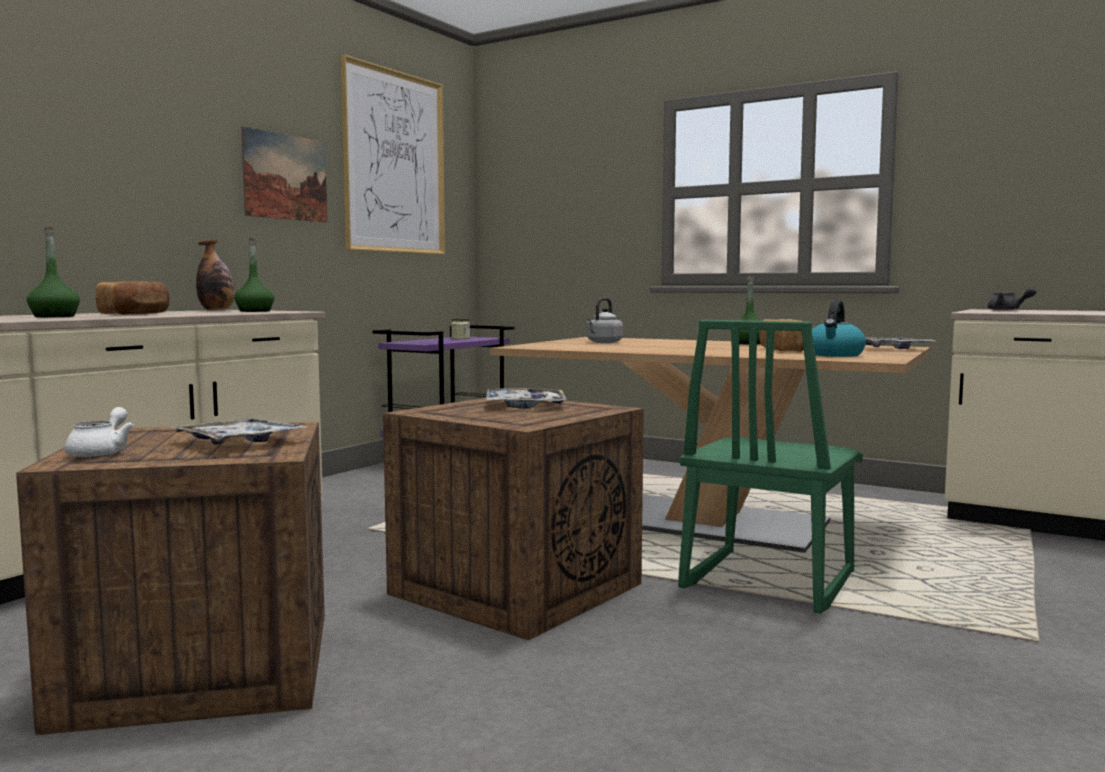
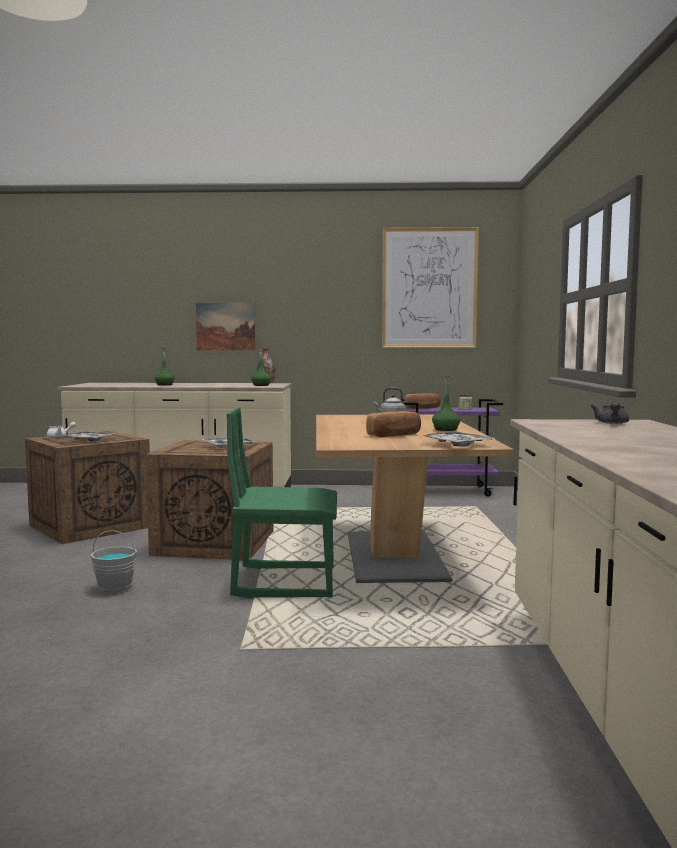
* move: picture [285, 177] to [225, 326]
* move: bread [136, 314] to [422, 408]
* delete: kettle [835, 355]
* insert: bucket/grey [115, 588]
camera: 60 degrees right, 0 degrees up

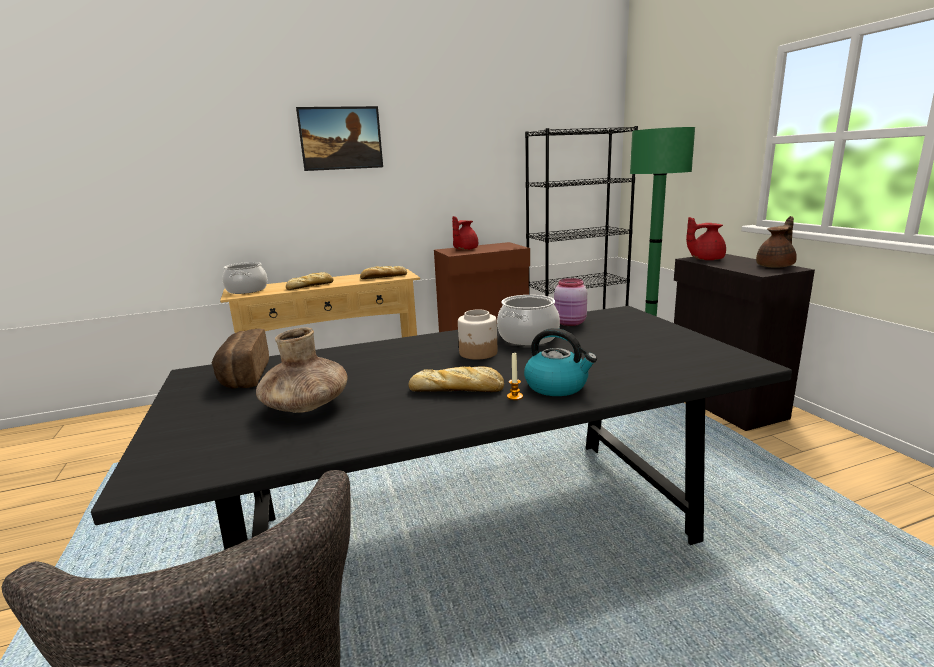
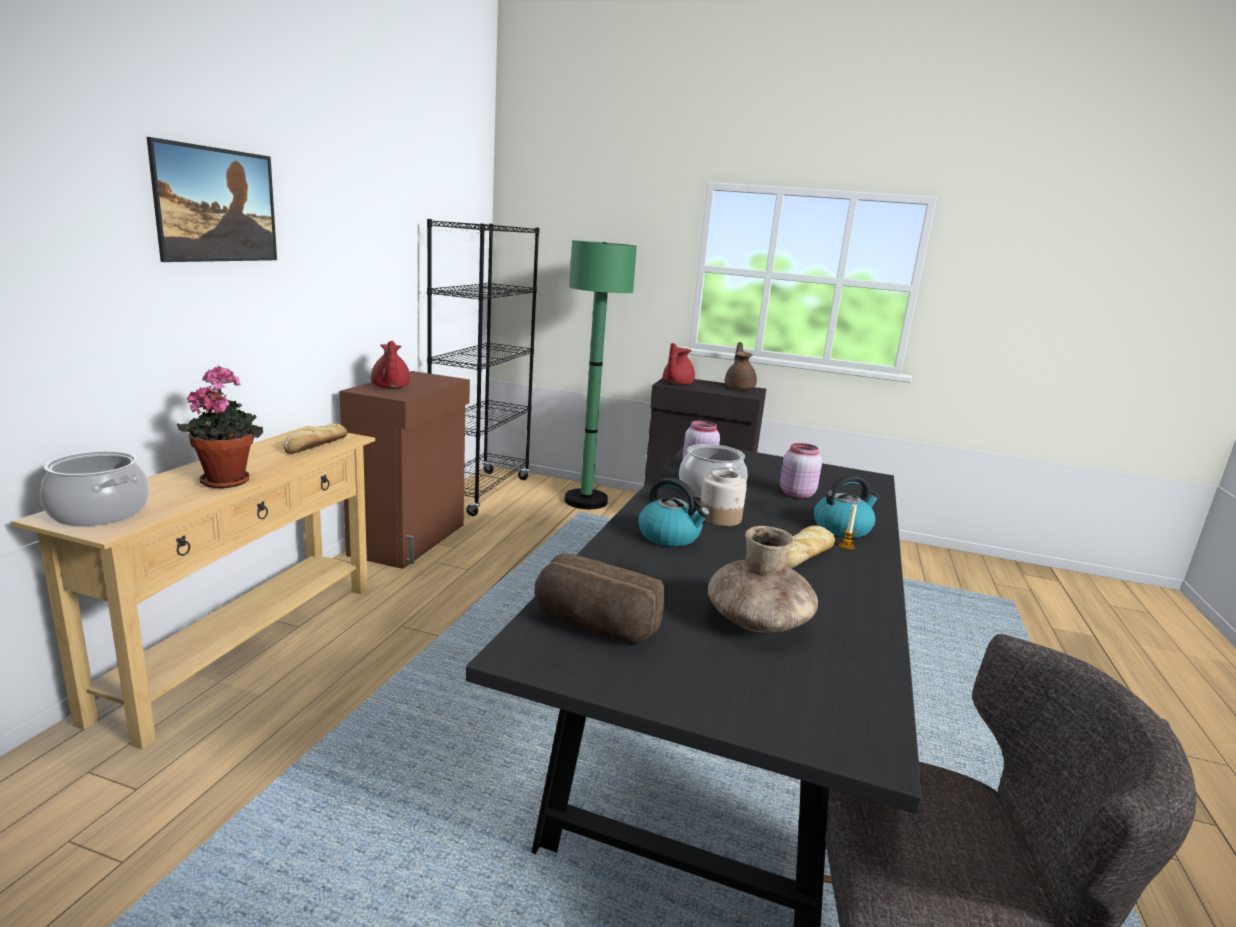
* replace: bread [311, 285] to potted plant [227, 480]
* insert: jar/pink [795, 494]
* insert: kettle [670, 536]
camera: 55 degrees left, 0 degrees up

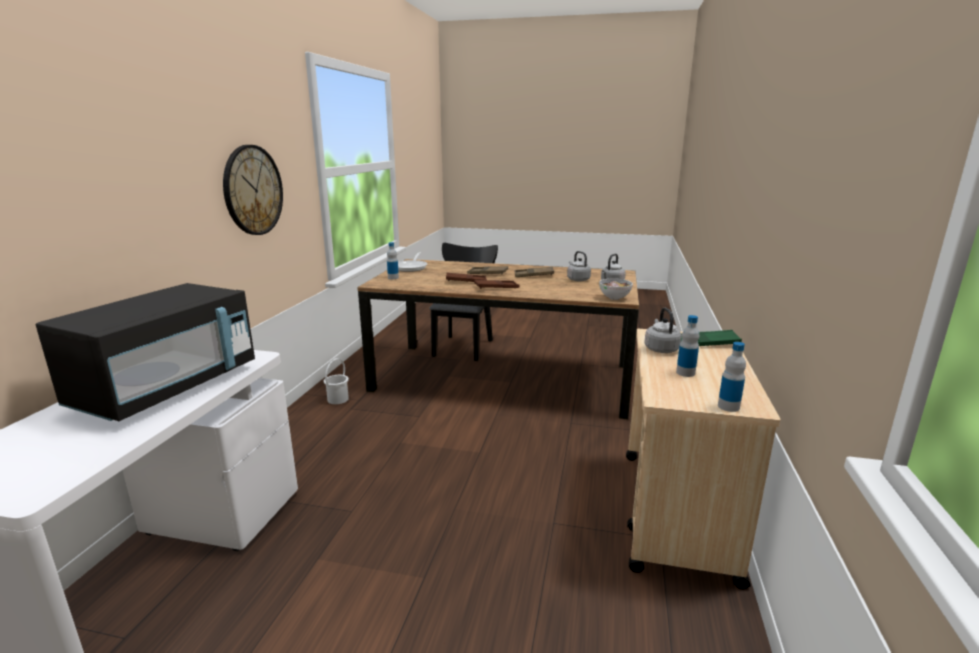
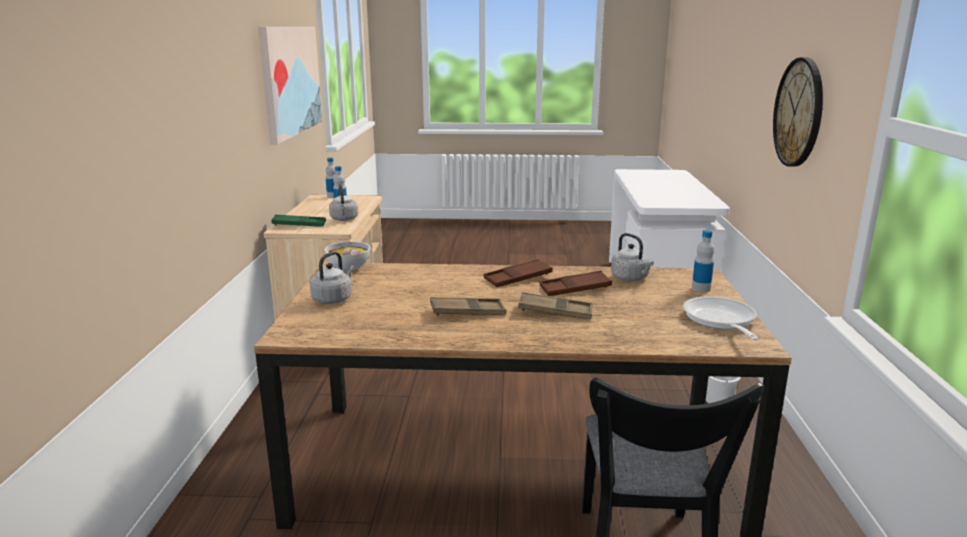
* move: kettle/grey [577, 279] to [631, 278]
* delete: microwave/black [168, 387]
* insert: picture [289, 80]
camera: 170 degrees right, 0 degrees up

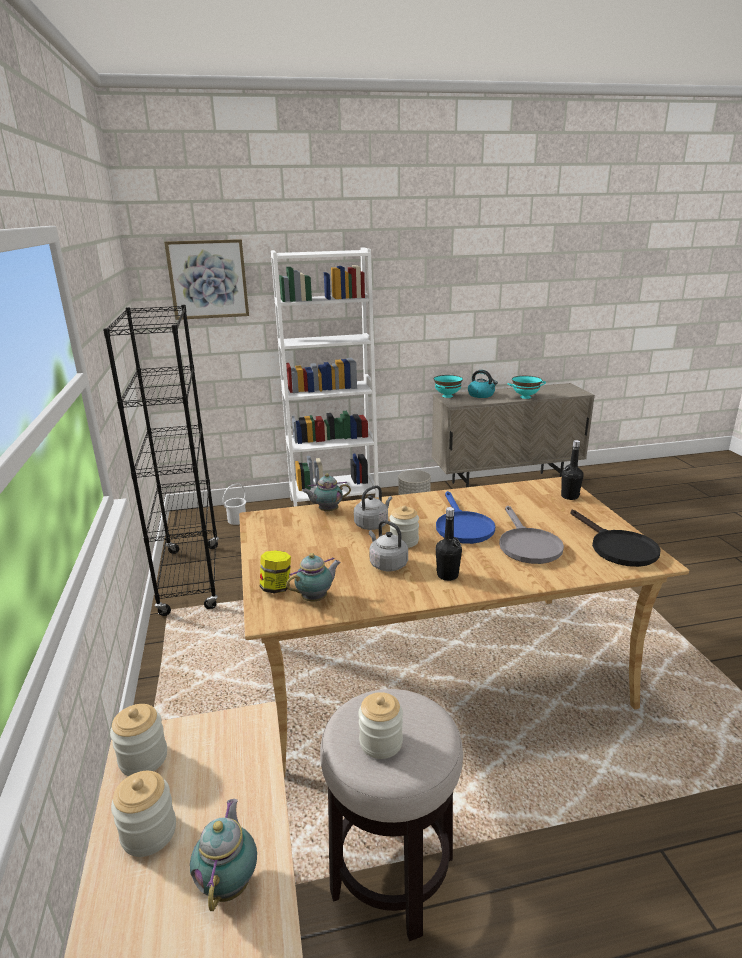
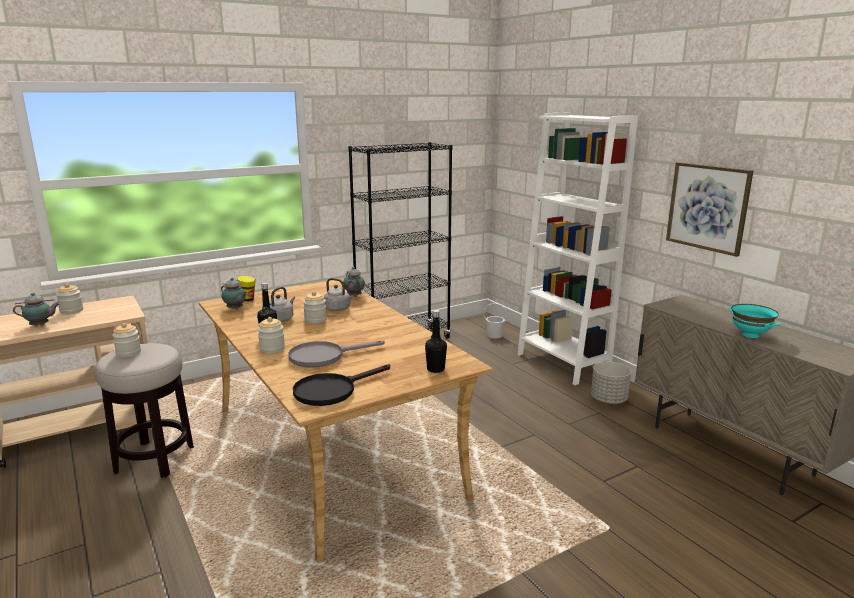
* move: picture [208, 279] to [708, 207]
* delete: kettle [481, 395]
* delete: bowl/turquoise [447, 396]
* delete: frying pan/blue [462, 527]
* move: jar [143, 758] to [272, 348]
camera: 70 degrees right, 5 degrees down

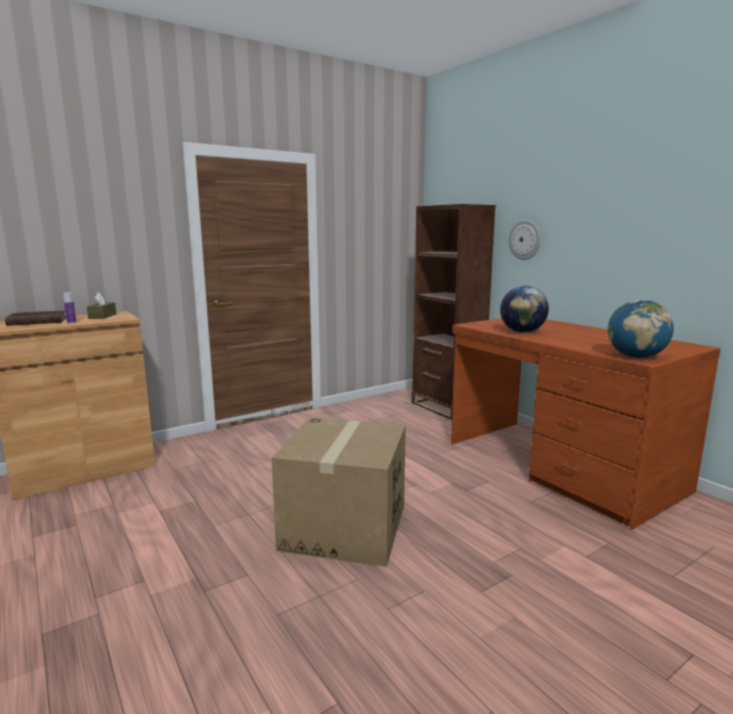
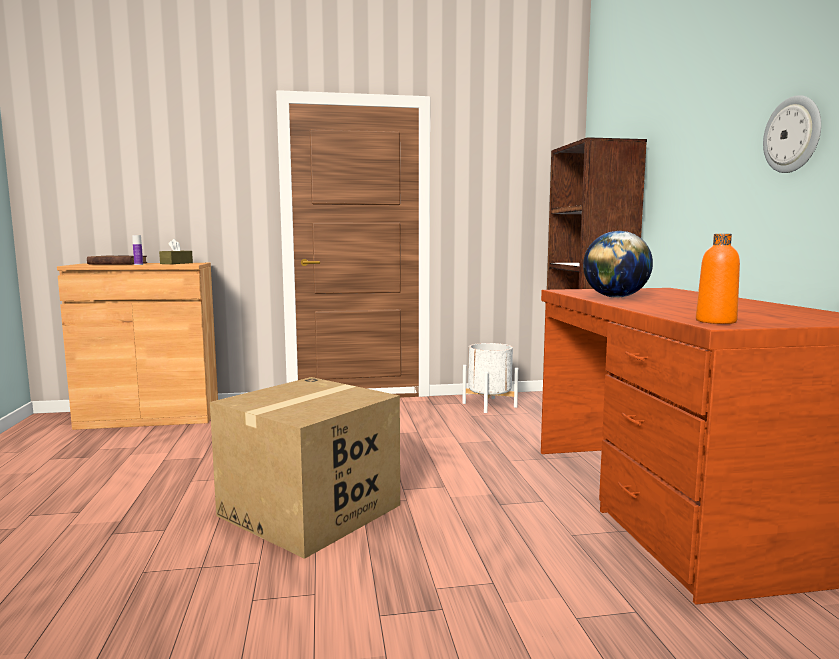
* move: wall clock [525, 239] to [793, 135]
* replace: globe [636, 357] to bottle/orange [715, 321]
* insert: planter/white [489, 405]
camera: 25 degrees right, 5 degrees down

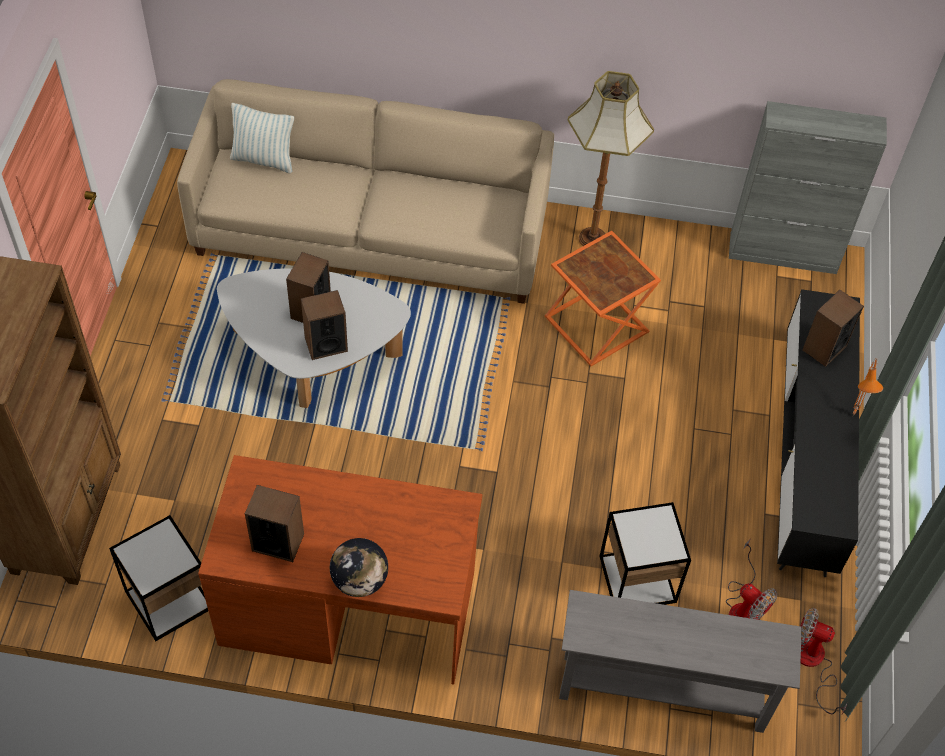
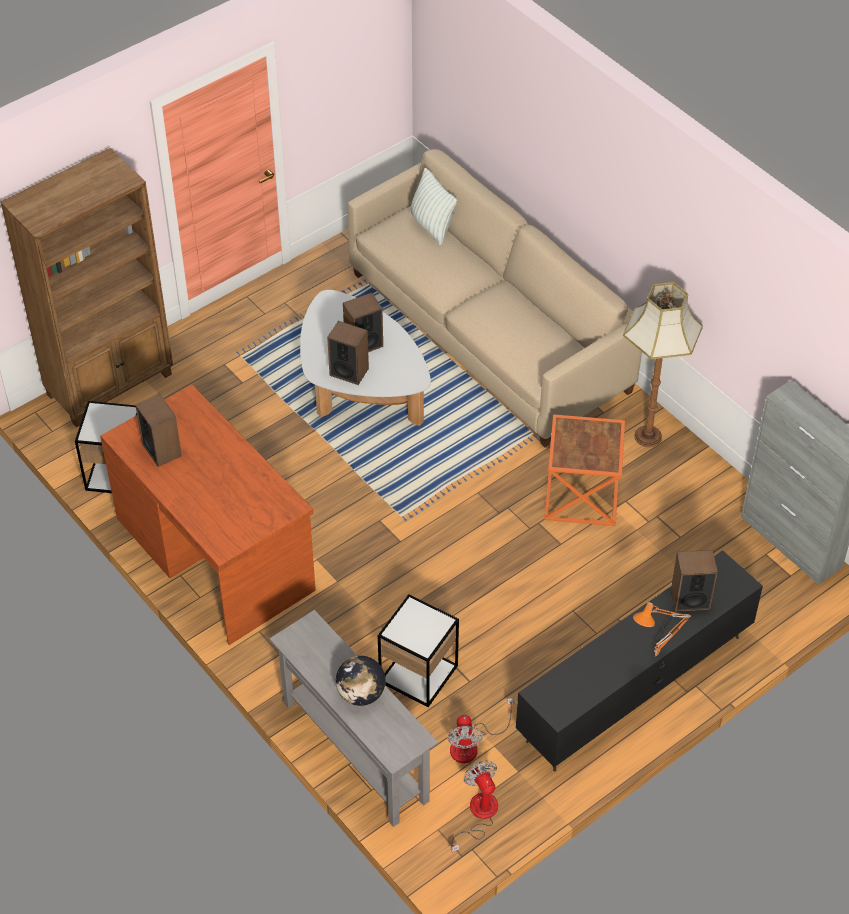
* move: globe [359, 581] to [361, 694]
camera: 45 degrees right, 5 degrees down

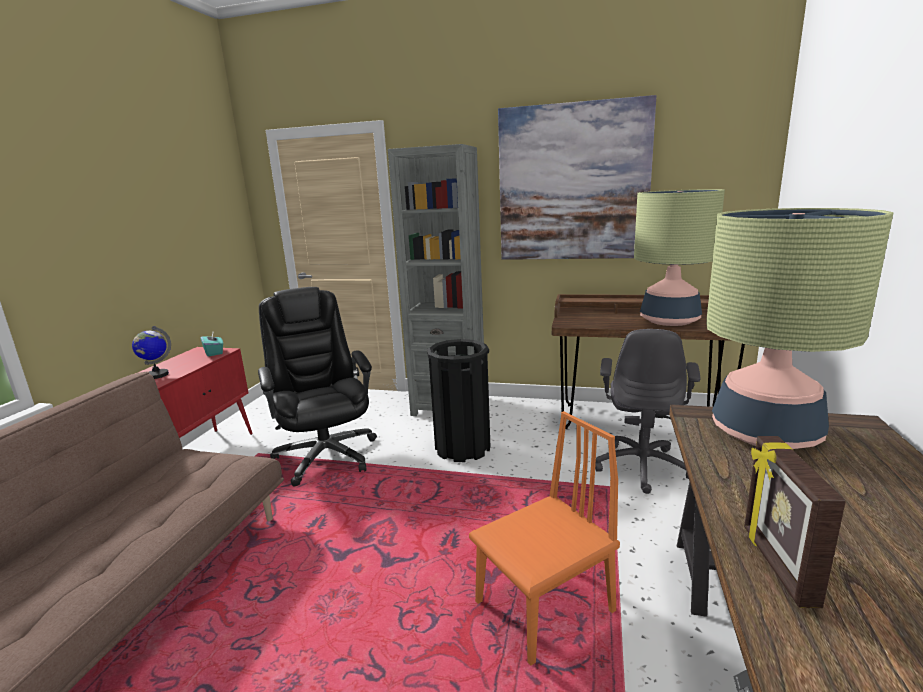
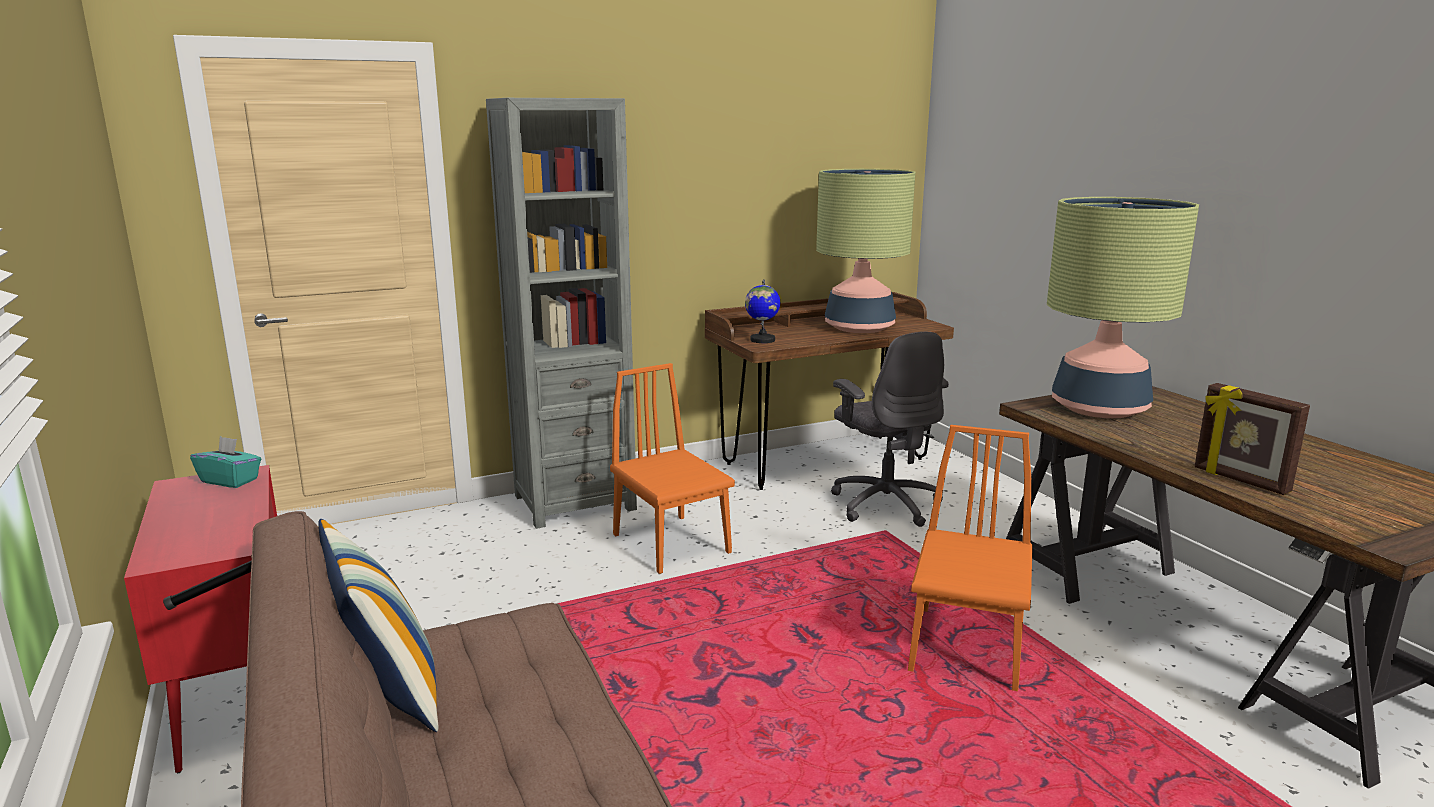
* delete: picture [573, 183]
* delete: office chair/black [326, 455]
* move: globe [156, 375] to [762, 340]
* replace: trash can/black [463, 447] to chair/orange [671, 543]
* insert: pillow [386, 692]
camera: 40 degrees left, 0 degrees up

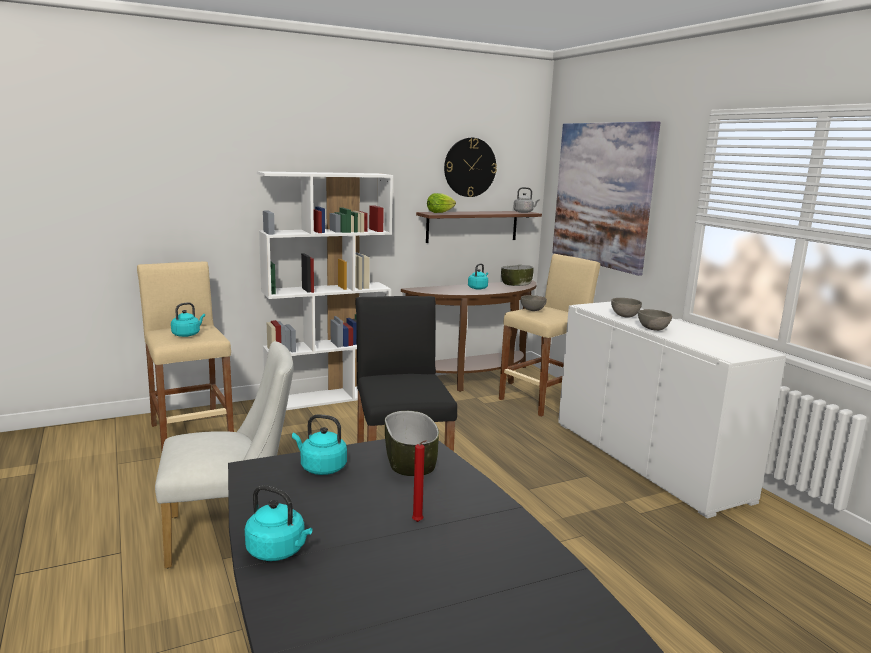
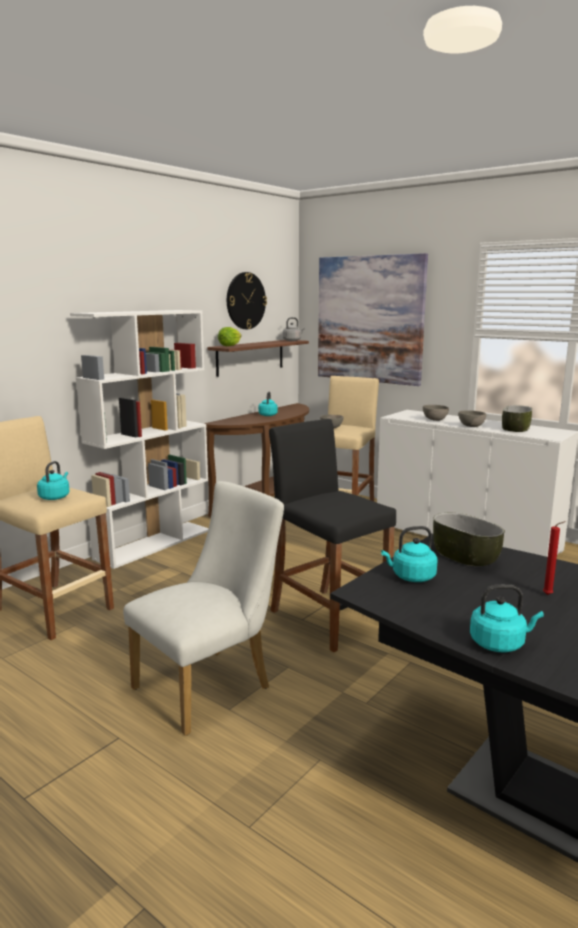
* move: bowl [516, 284] to [515, 429]
camera: 25 degrees left, 0 degrees up

